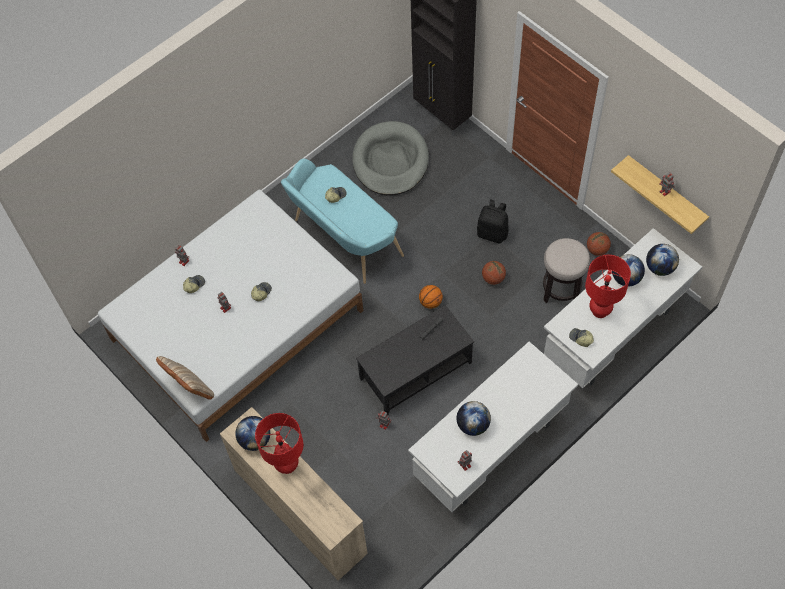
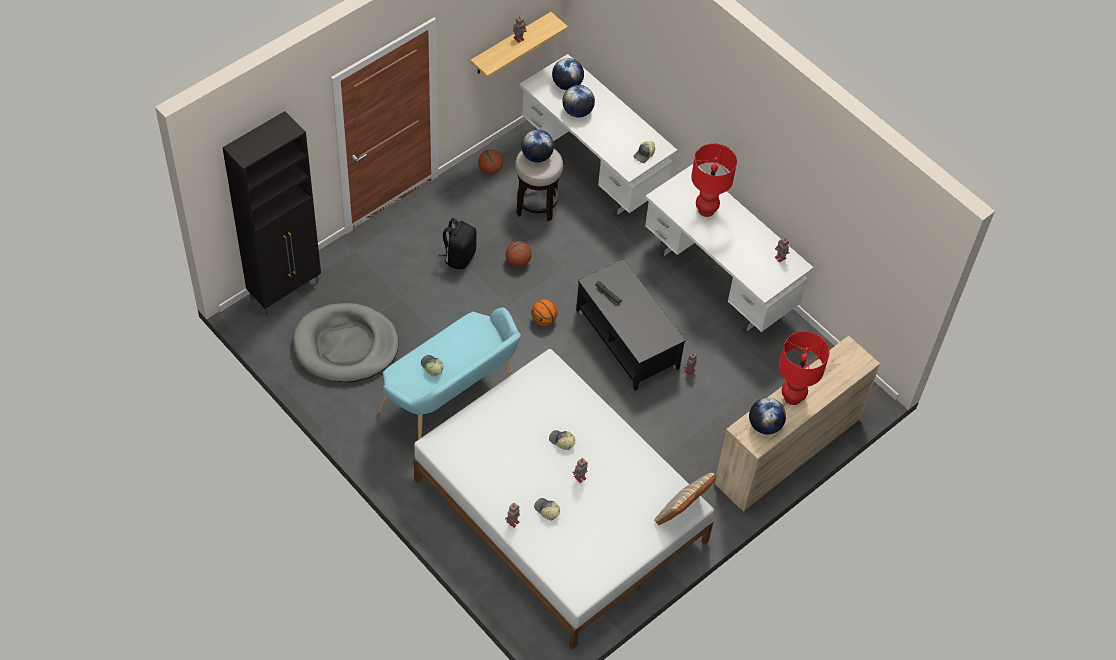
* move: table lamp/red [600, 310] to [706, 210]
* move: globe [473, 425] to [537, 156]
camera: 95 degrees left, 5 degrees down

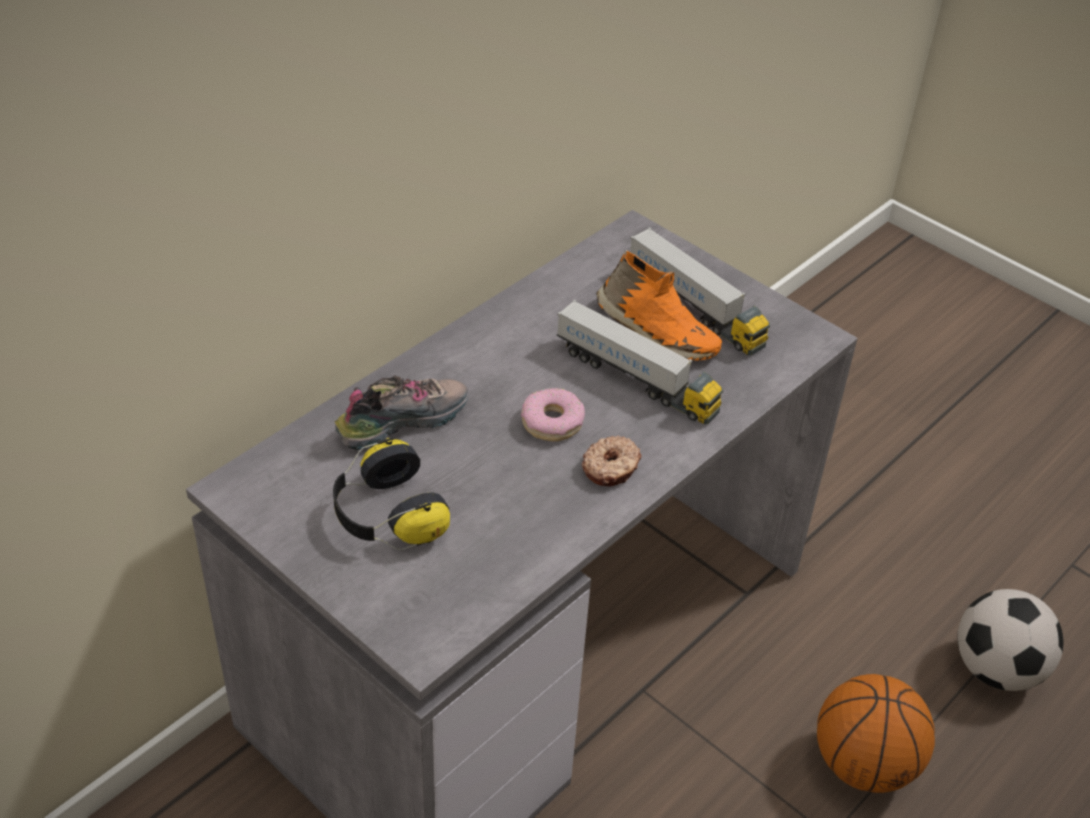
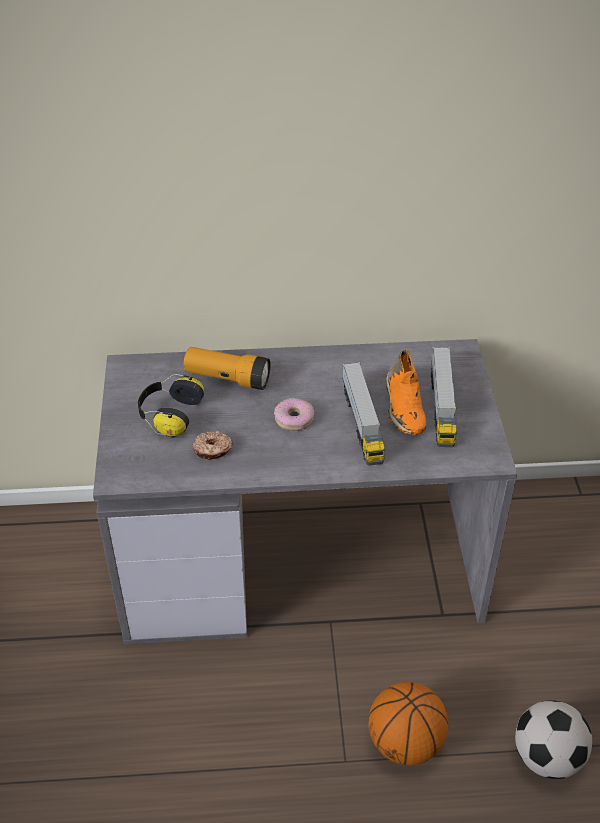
* replace: shoe [403, 421] to flashlight [227, 378]
* move: donut [611, 468] to [213, 450]
camera: 45 degrees right, 0 degrees up

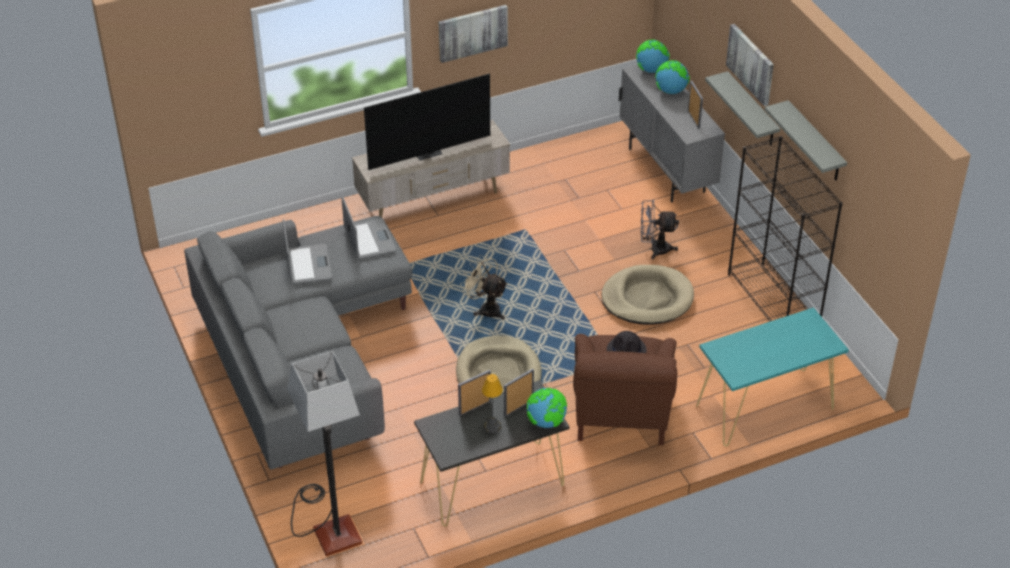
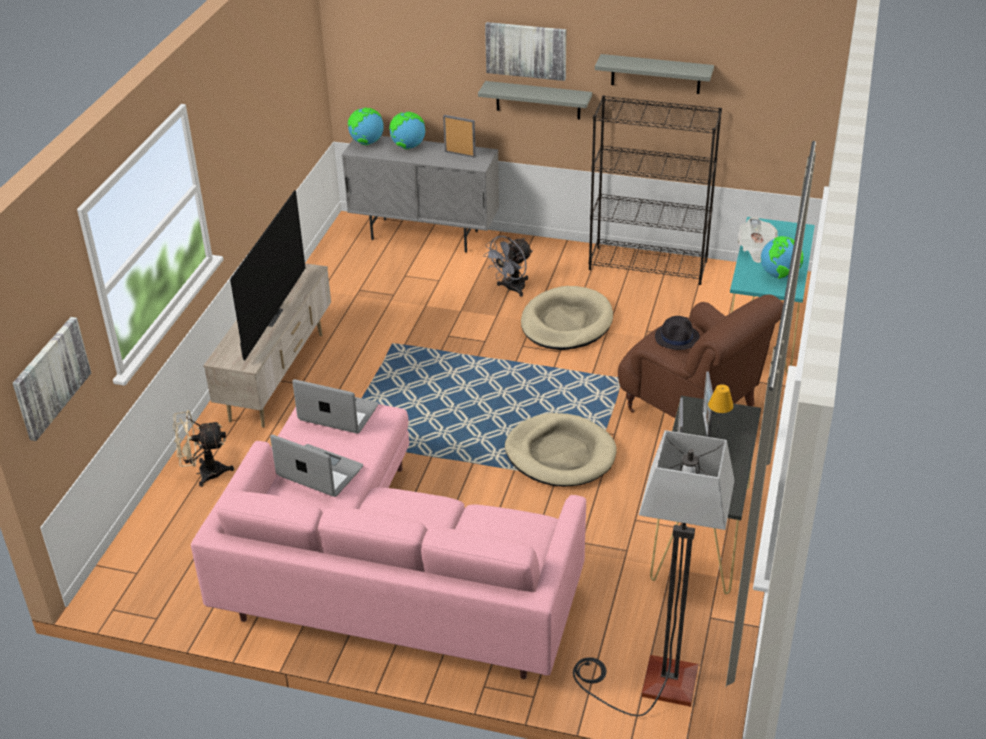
* move: picture [472, 32] to [50, 377]
* recolor: sofa/grey [303, 359] to sofa/pink [385, 578]
* move: fan/beige [486, 308] to [204, 473]
* move: globe [546, 422] to [779, 275]
* insert: newspaper [757, 250]
camera: 50 degrees left, 5 degrees down

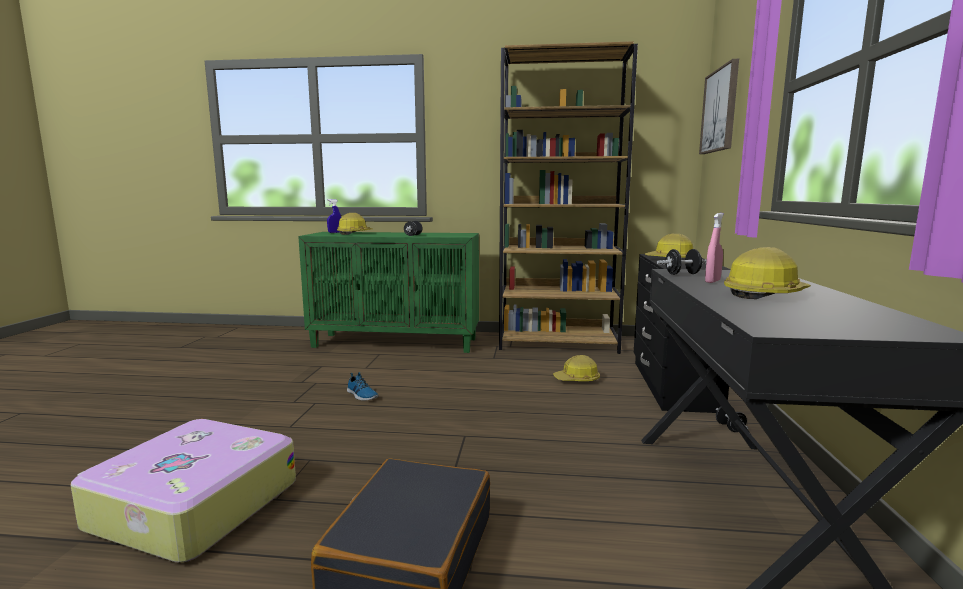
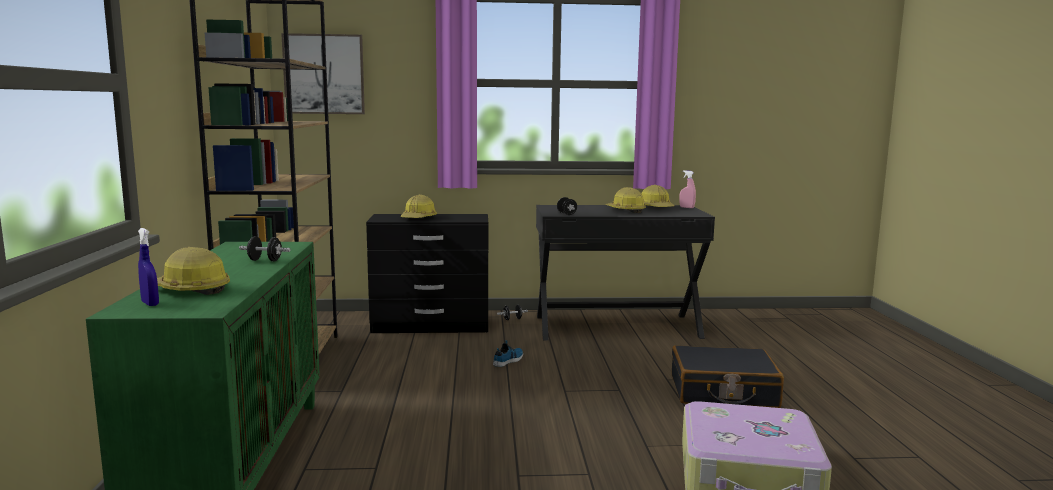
* move: spray bottle/pink [712, 281] to [686, 207]
* move: hard hat [577, 380] to [656, 208]
* move: shoe [361, 395] to [509, 360]
camera: 100 degrees left, 0 degrees up

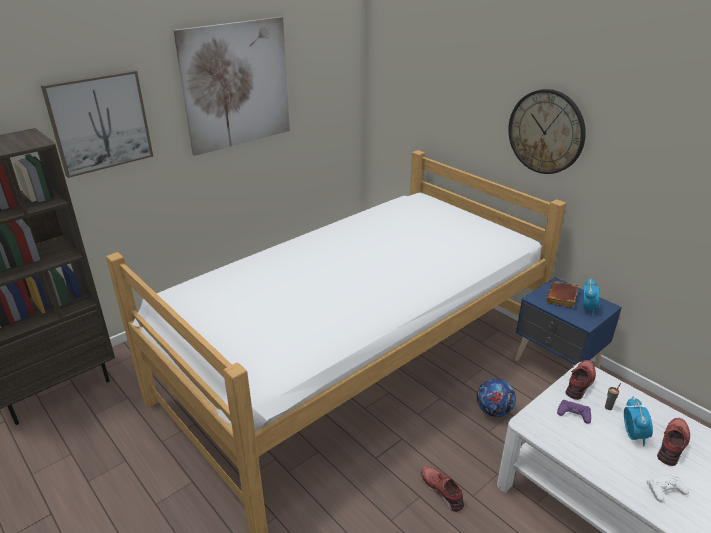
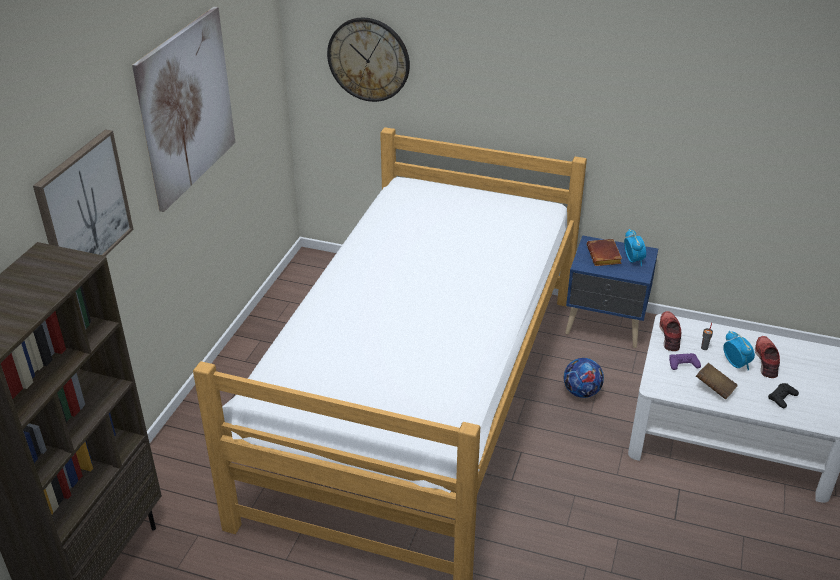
* move: wall clock [546, 132] to [369, 59]
* delete: shoe/red [442, 490]
* recolor: game controller/white [665, 490] to game controller/black [782, 398]
* insert: book/brown [714, 388]
camera: 30 degrees left, 5 degrees up

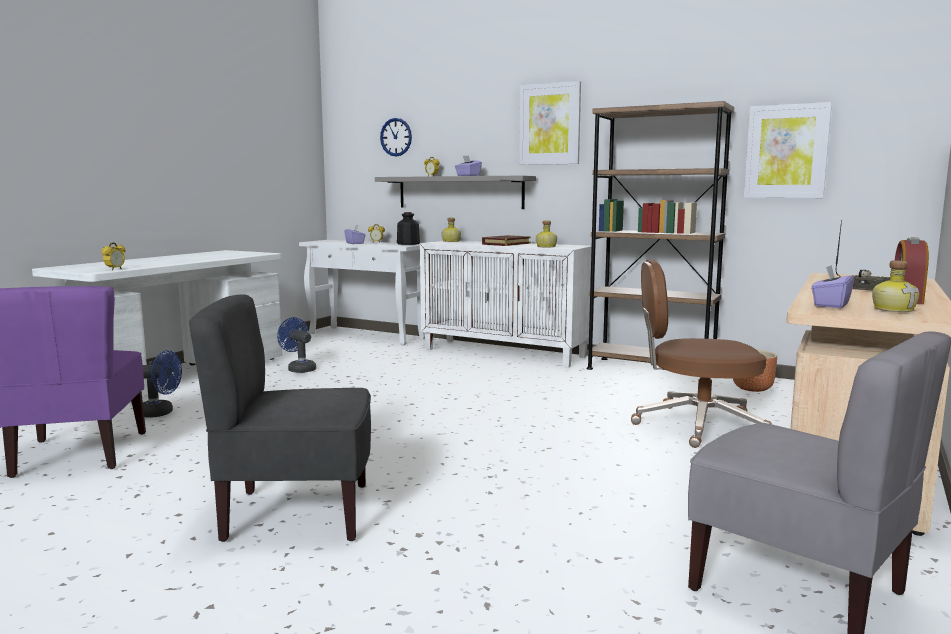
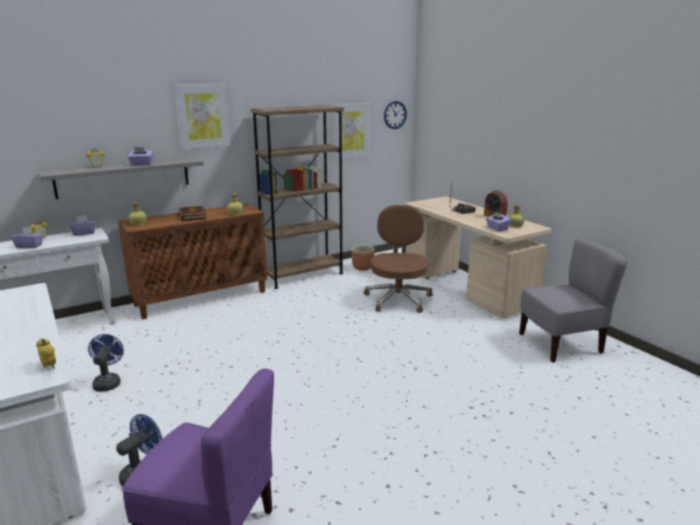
* move: wall clock [396, 137] to [395, 115]
* replace: bottle [408, 244] to tissue box/purple [84, 233]
* recolor: cabinet/white [505, 353] to cabinet/brown [201, 298]
* rotate: office chair/brown [696, 425] = [398, 299] 150 degrees clockwise
* delete: chair/grey [297, 513]
* rotate: fan/blue [299, 369] = [108, 382] 105 degrees clockwise
camera: 60 degrees left, 10 degrees up

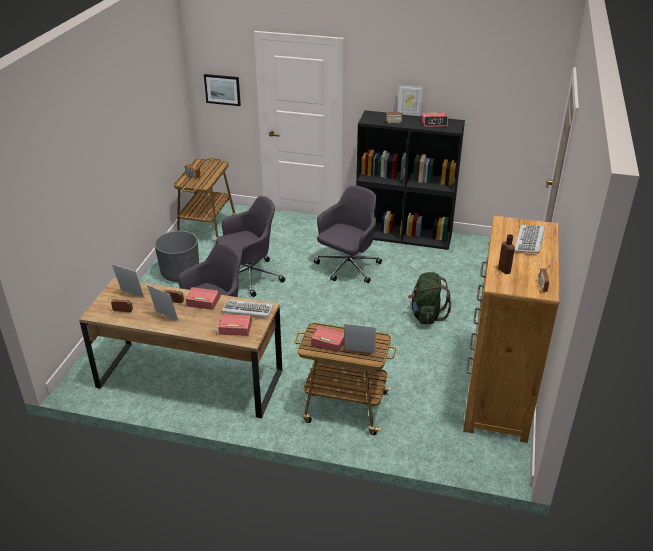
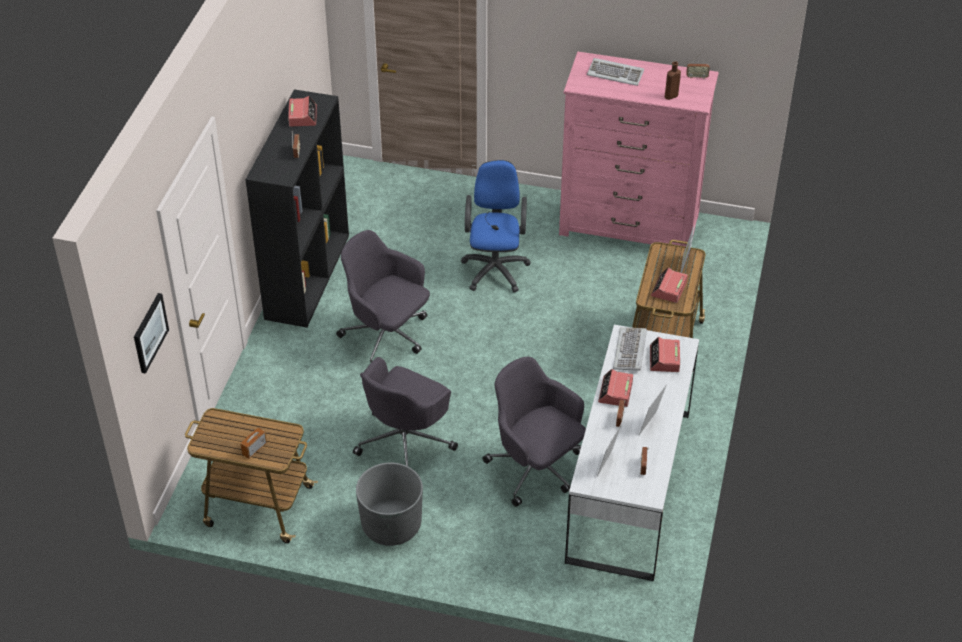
* delete: picture frame [409, 114]
* rotate: office chair/grey [249, 277] = [405, 441] 120 degrees counterclockwise
* recolor: dresser/brown [498, 393] to dresser/pink [629, 225]
* replace: backpack/green [426, 315] to office chair/blue [495, 267]
* recolor: desk/brown [190, 379] to desk/white [629, 485]
camera: 90 degrees left, 10 degrees up

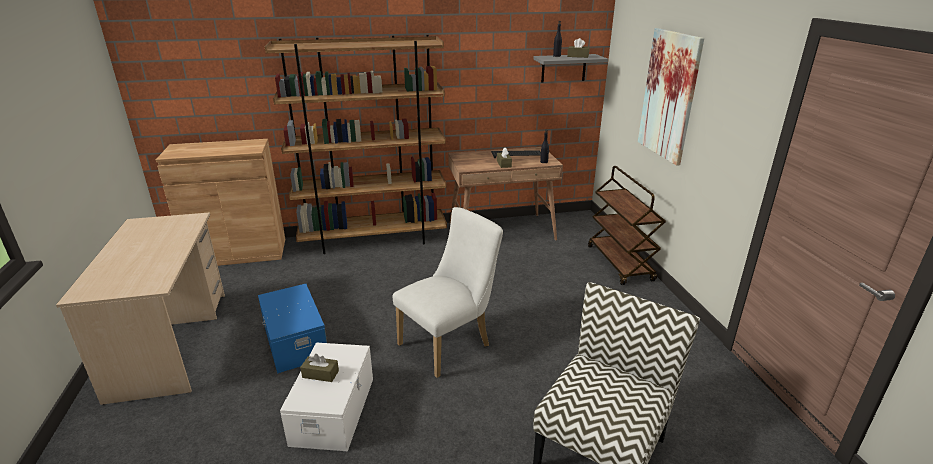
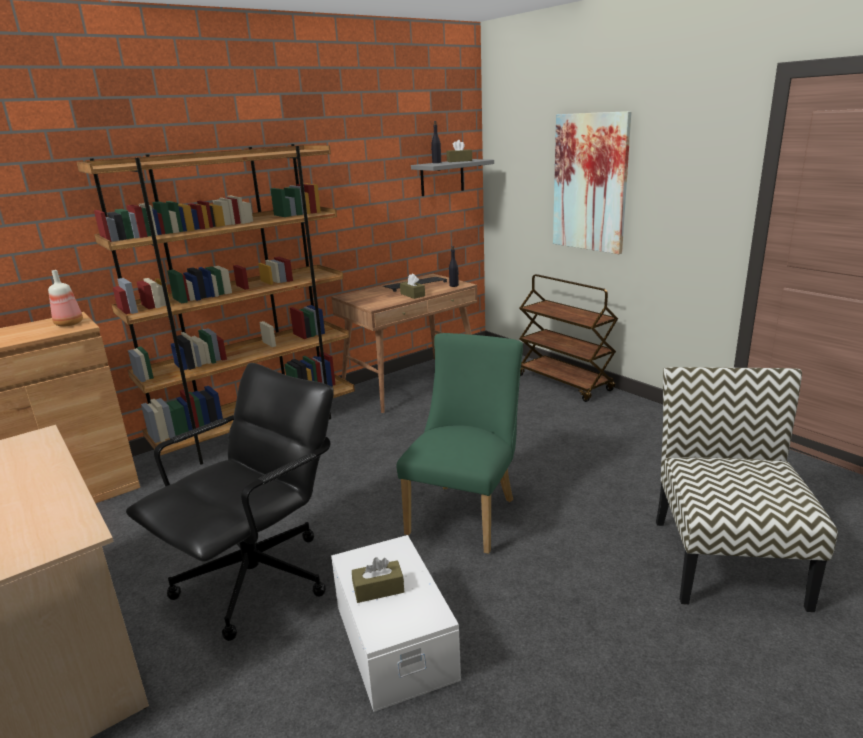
* recolor: chair/white [450, 343] to chair/green [466, 512]
* replace: storage box/blue [294, 341] to office chair/black [257, 580]
* insert: bottle [70, 323]
camera: 25 degrees left, 5 degrees down

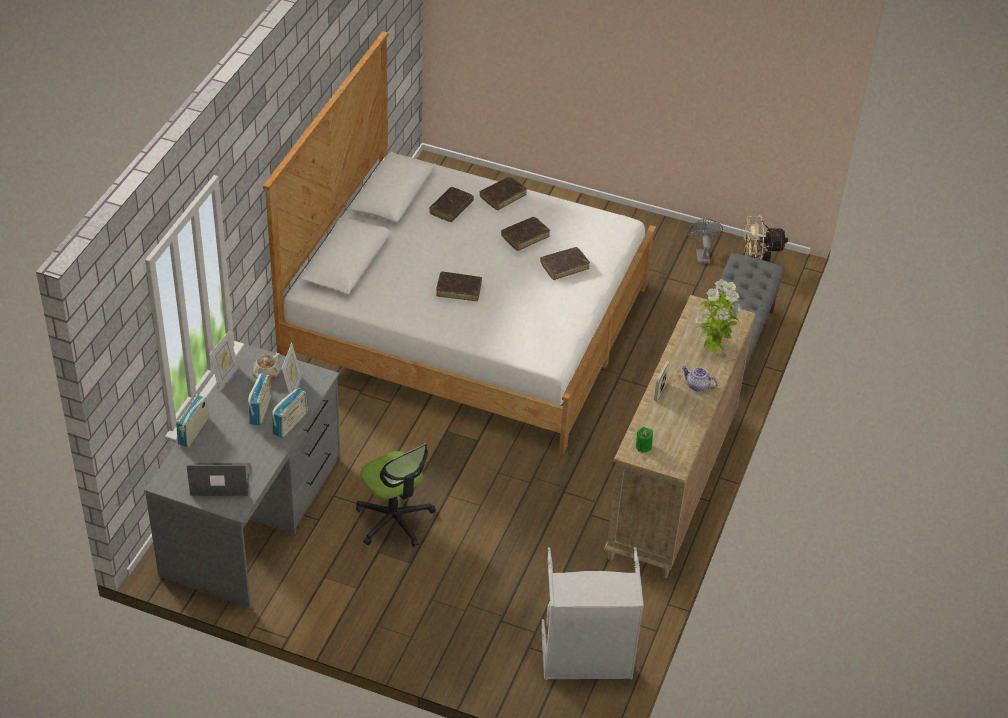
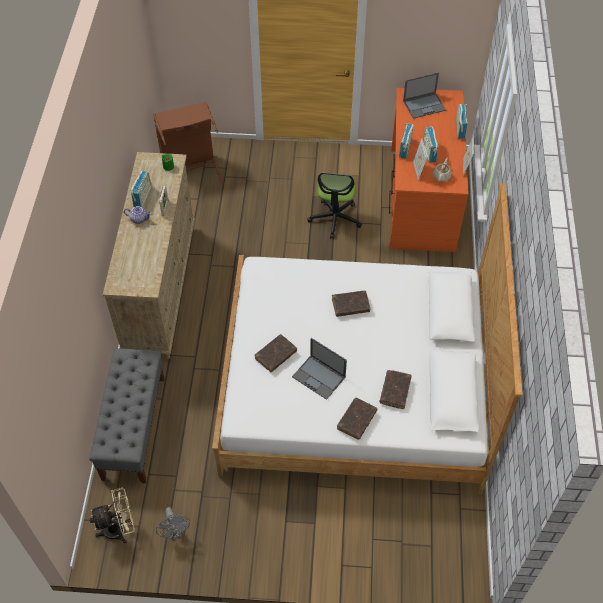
* replace: book/brown [525, 237] to laptop [319, 377]
* delete: potted plant [712, 351]
* recolor: desk/grey [253, 516] to desk/orange [421, 198]
* rotate: office chair [394, 520] = [335, 218] 120 degrees counterclockwise
* recolor: laundry basket/grey [586, 659] to laundry basket/brown [190, 169]
* insert: radio [142, 197]
camera: 165 degrees right, 10 degrees up

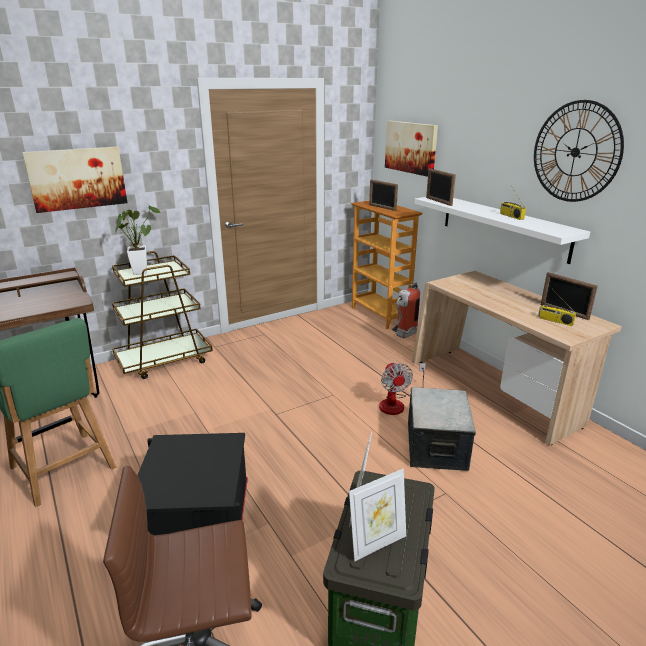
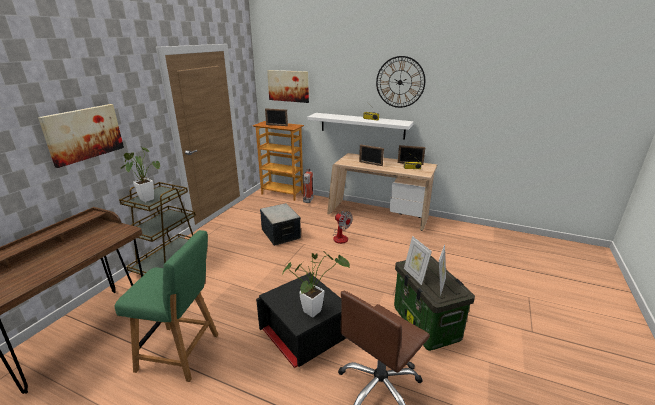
* move: picture frame [438, 201] to [370, 164]
* move: storage box [437, 446] to [281, 234]
* insert: potted plant [315, 309]
camera: 35 degrees left, 0 degrees up

